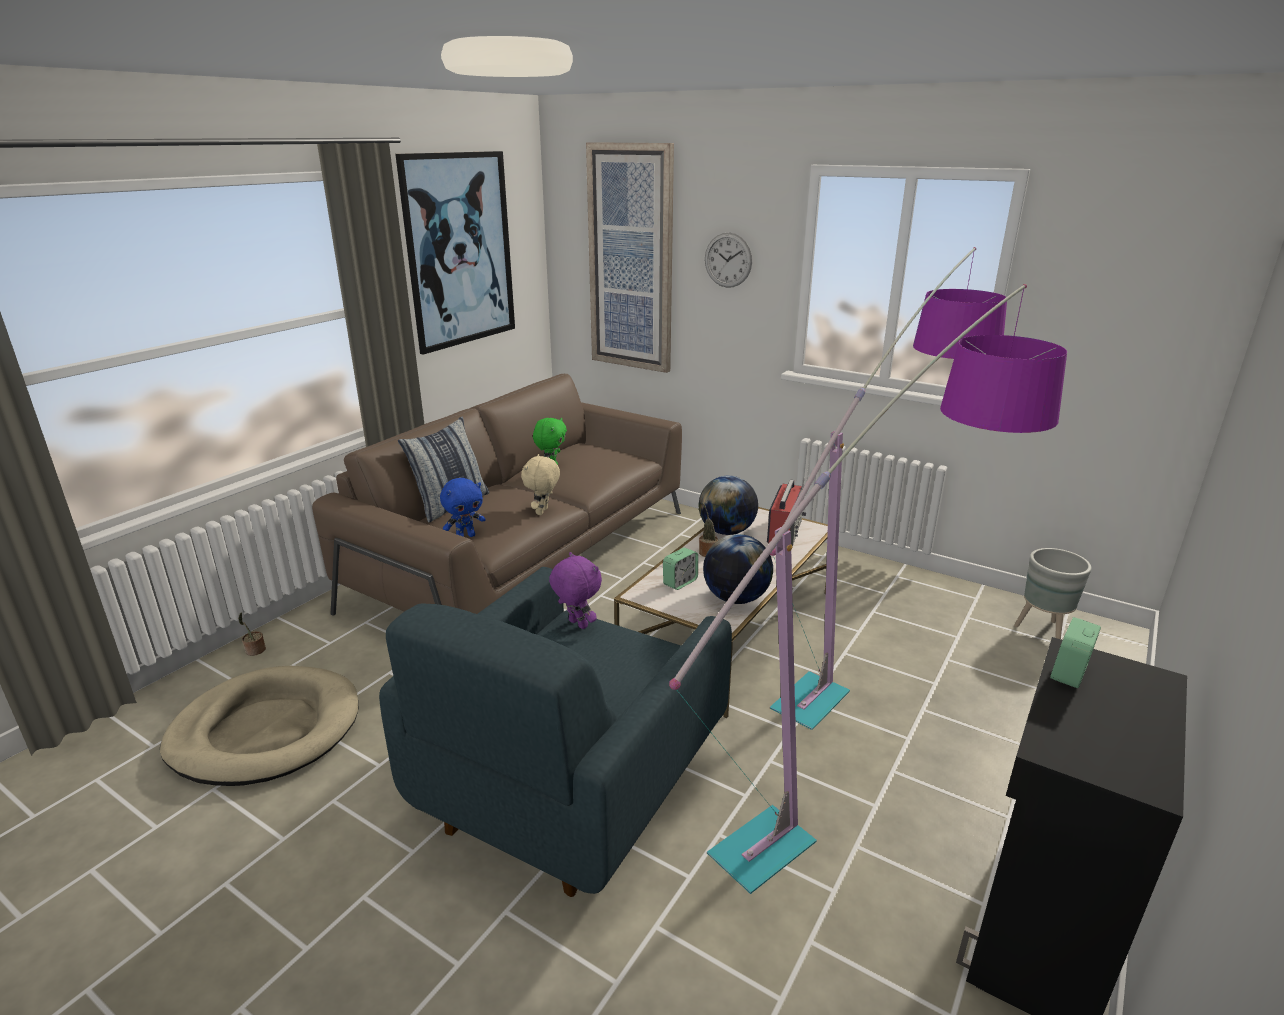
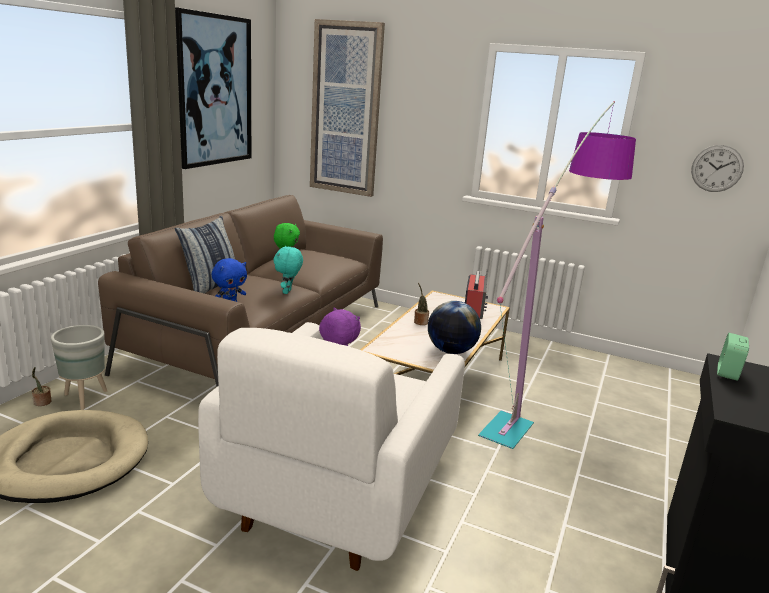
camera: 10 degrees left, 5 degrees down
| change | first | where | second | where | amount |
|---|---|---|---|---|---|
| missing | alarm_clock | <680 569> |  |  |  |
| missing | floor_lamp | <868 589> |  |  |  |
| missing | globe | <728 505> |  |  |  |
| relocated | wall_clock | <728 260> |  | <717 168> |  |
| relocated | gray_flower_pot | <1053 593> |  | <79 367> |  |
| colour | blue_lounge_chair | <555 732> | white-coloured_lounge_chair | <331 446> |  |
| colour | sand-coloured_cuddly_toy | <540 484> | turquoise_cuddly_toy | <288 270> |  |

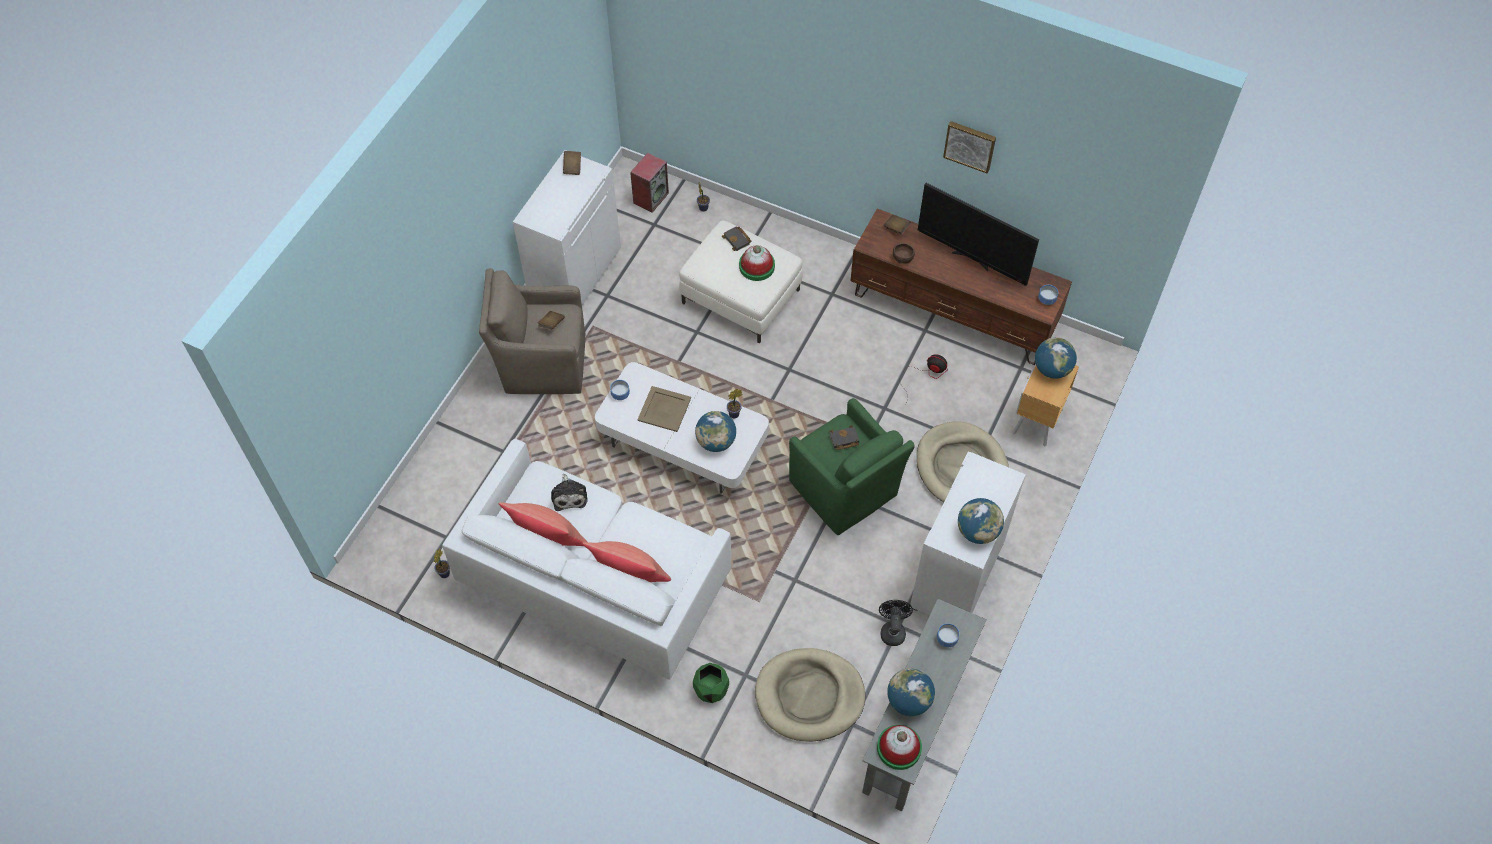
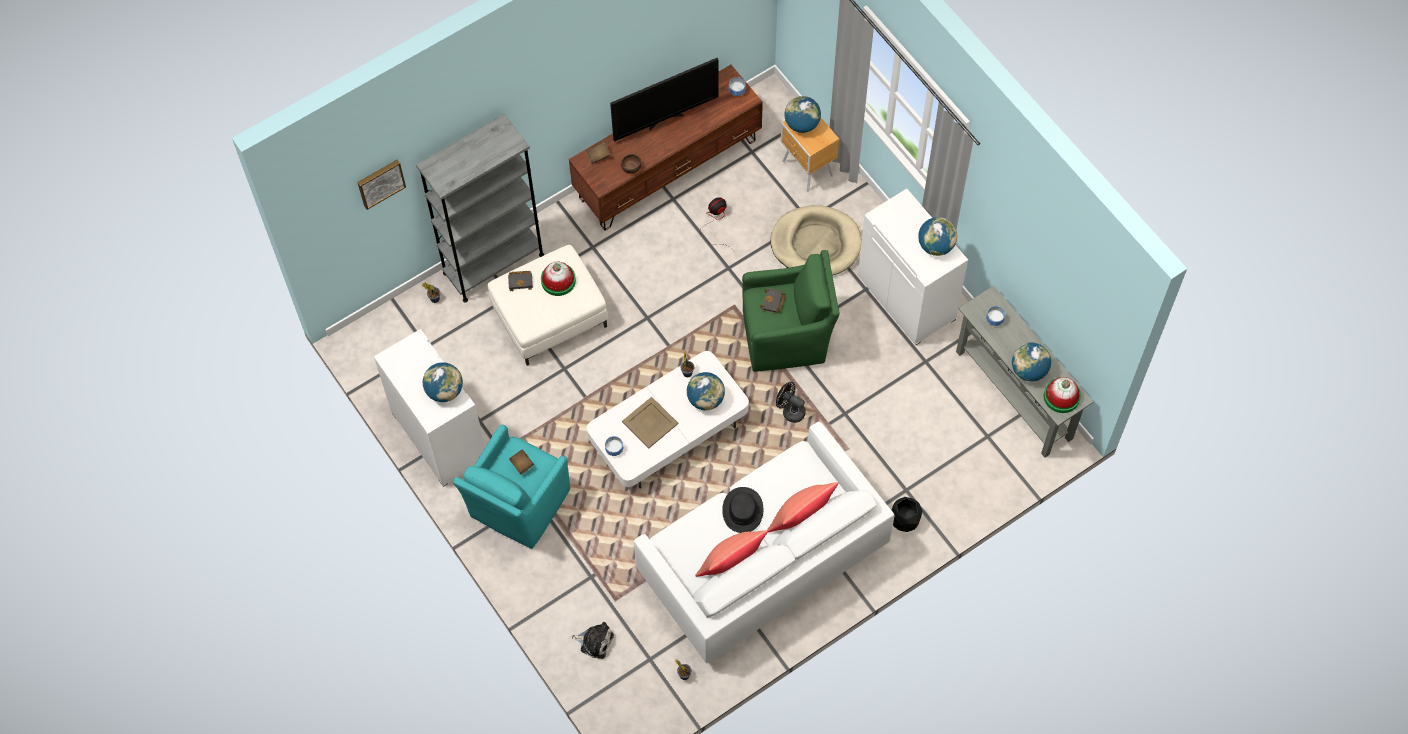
camera: 60 degrees left, 5 degrees up
| change | first | where | second | where | amount |
|---|---|---|---|---|---|
| missing | brown_volume | <572 163> |  |  |  |
| missing | loudspeaker | <649 182> |  |  |  |
| missing | sand-coloured_pet_bed | <810 695> |  |  |  |
| appeared |  |  | gray_bookcase | <480 208> |  |
| appeared |  |  | globe | <443 382> |  |
| appeared |  |  | black_clothing_hat | <742 510> |  |
| relocated | cuddly_toy | <569 492> |  | <593 640> |  |
| relocated | black_electric_fan | <896 623> |  | <791 402> |  |
| relocated | wall_art | <969 147> |  | <381 185> |  |
| colour | brown_lounge_chair | <532 331> | turquoise_lounge_chair | <511 487> |  |
| colour | greenish_flower_pot | <711 683> | black_flower_pot | <907 514> |  |

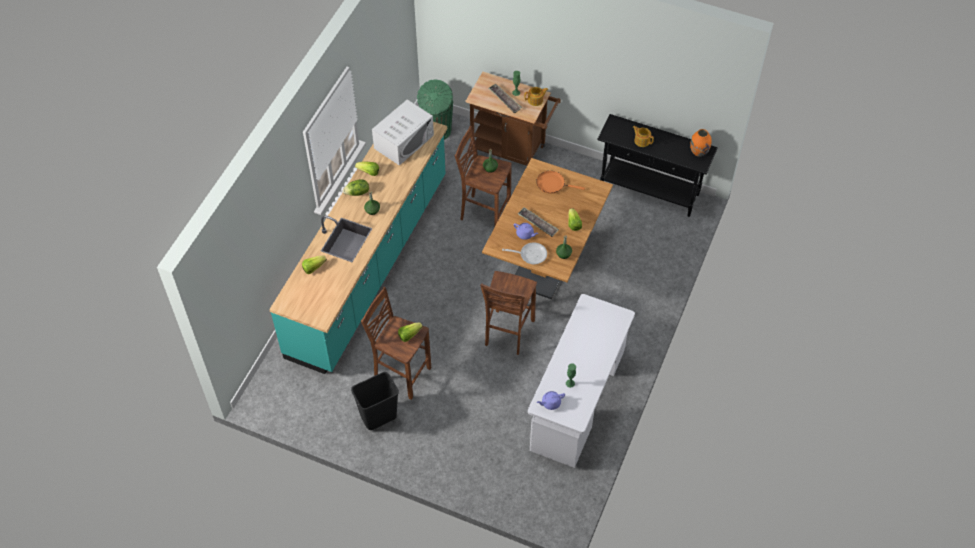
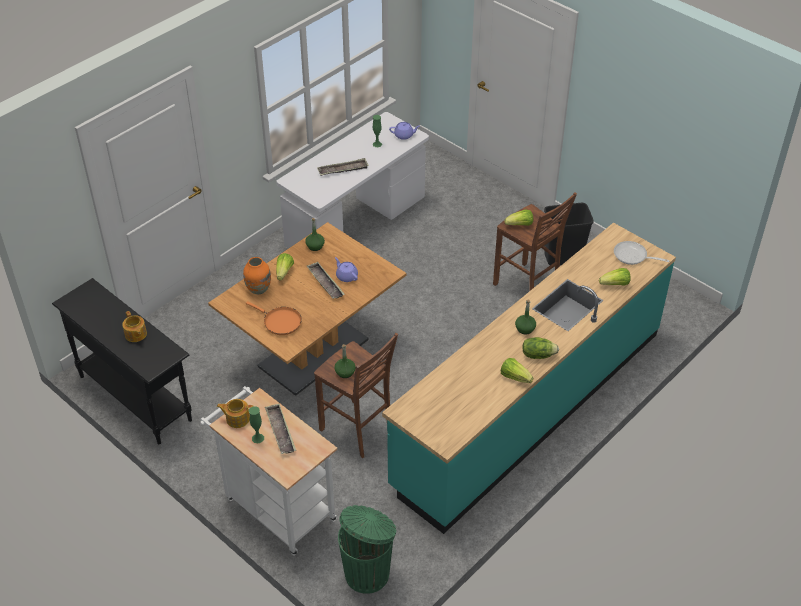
camera: 160 degrees left, 10 degrees down
| change | first | where | second | where | amount |
|---|---|---|---|---|---|
| missing | white-coloured_kitchen_microwave | <403 132> |  |  |  |
| missing | brown_sitting_stool | <508 313> |  |  |  |
| appeared |  |  | carrying_tray | <343 167> |  |
| relocated | skillet | <524 253> |  | <642 253> |  |
| relocated | orange-coloured_decorative_vase | <701 143> |  | <257 275> |  |
| colour | brown_trolley | <513 119> | white-coloured_trolley | <269 471> |  |

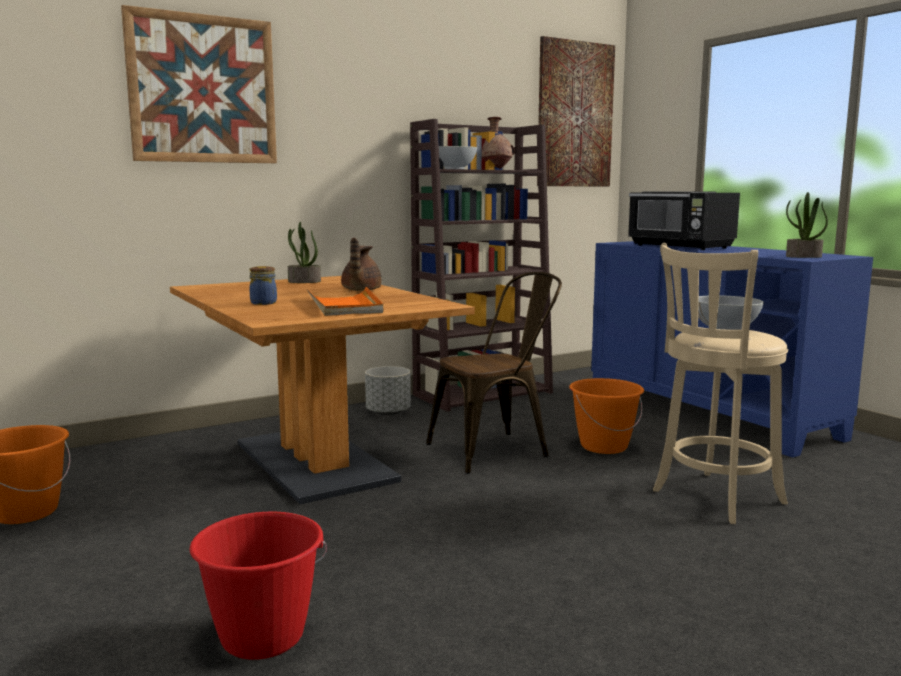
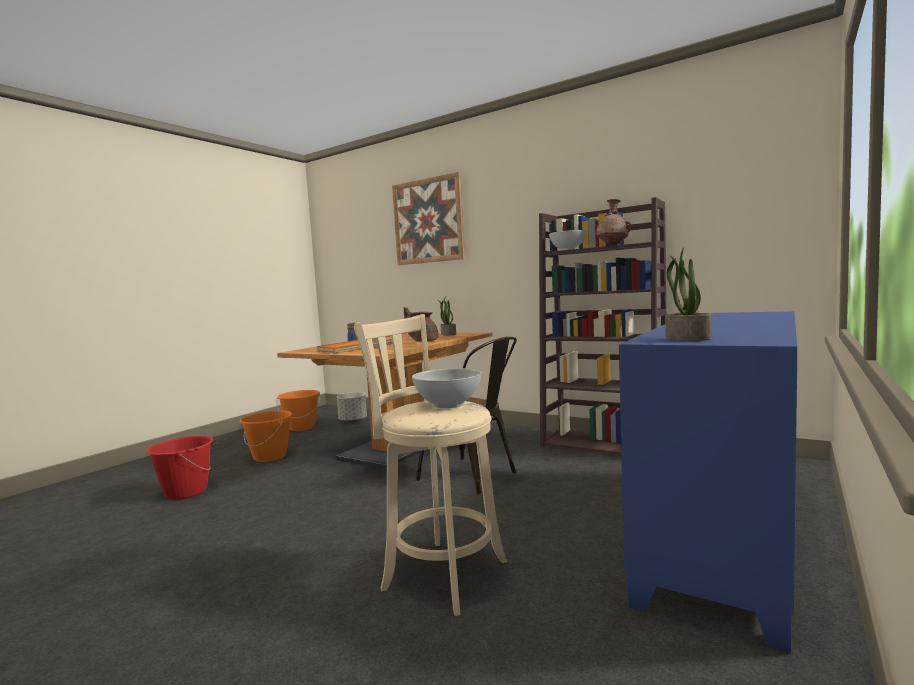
camera: 65 degrees right, 5 degrees down
| change | first | where | second | where | amount |
|---|---|---|---|---|---|
| missing | wall_art | <576 111> |  |  |  |
| missing | black_kitchen_microwave | <684 220> |  |  |  |
| relocated | gray_flower_pot | <388 390> |  | <352 407> |  |
| relocated | orange-coloured_bucket | <606 416> |  | <265 436> |  |

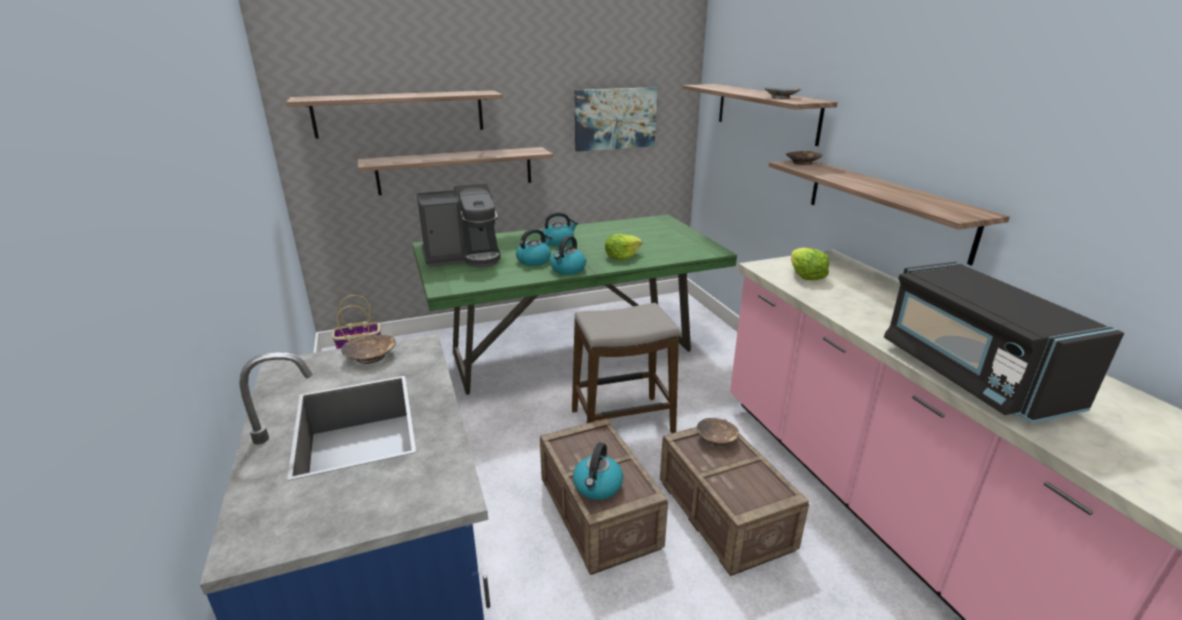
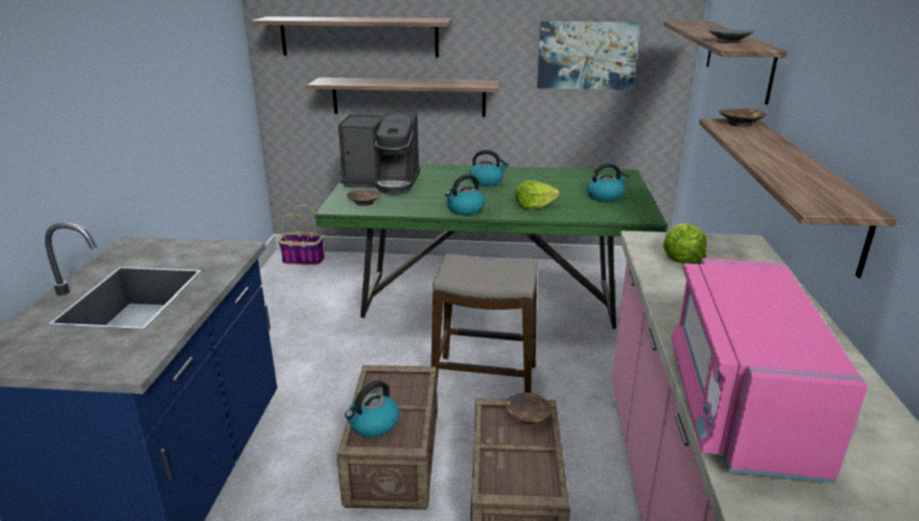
camera: 25 degrees right, 0 degrees up
| change | first | where | second | where | amount |
|---|---|---|---|---|---|
| relocated | brown_deep_dish | <368 349> |  | <364 198> |  |
| relocated | tea_kettle | <534 247> |  | <607 182> |  |
| colour | black_kitchen_microwave | <1004 342> | pinkish_kitchen_microwave | <769 370> |  |

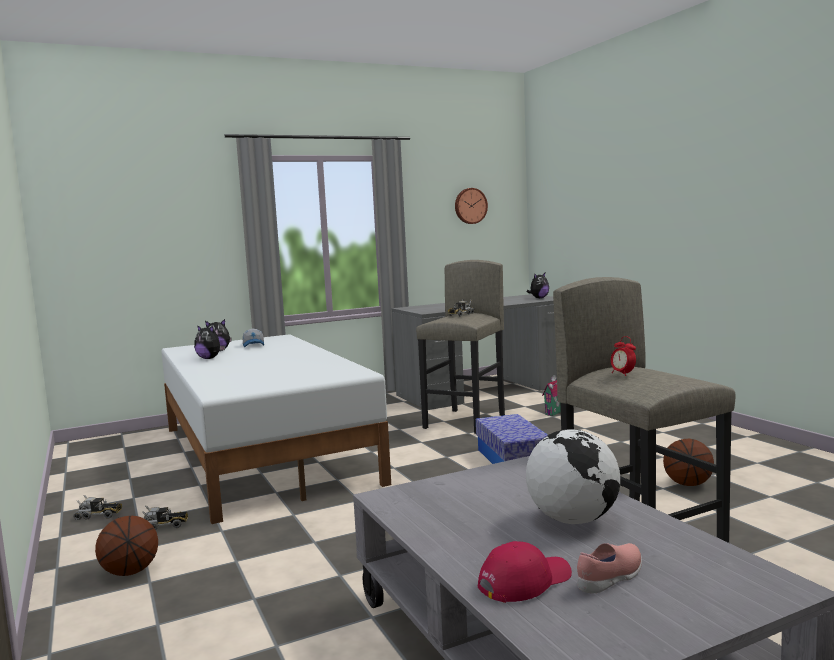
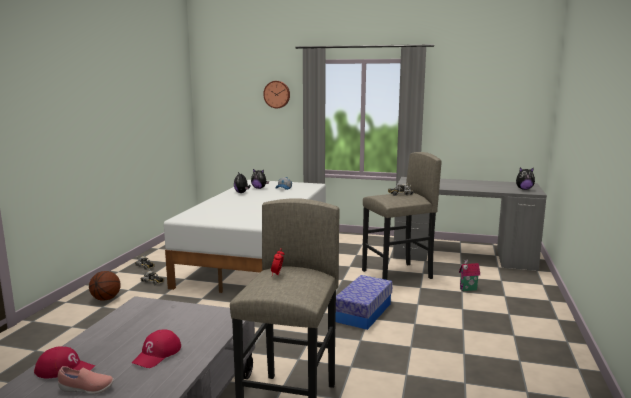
camera: 40 degrees right, 5 degrees up
| change | first | where | second | where | amount |
|---|---|---|---|---|---|
| missing | basketball_ball | <688 462> |  |  |  |
| relocated | wall_clock | <471 206> |  | <276 94> |  |
| exchanged | globe | <573 476> | red-coloured_baseball_cap | <156 348> |  |

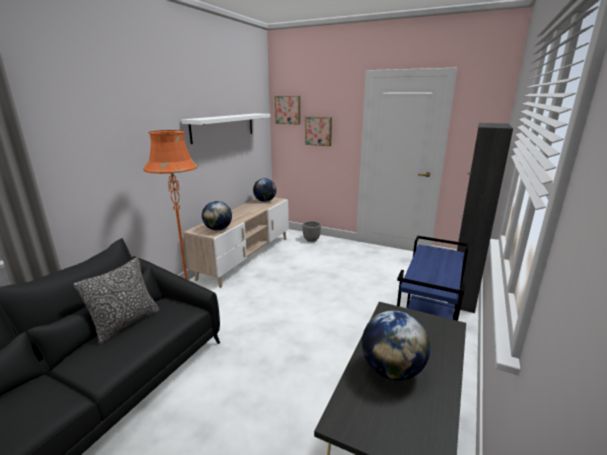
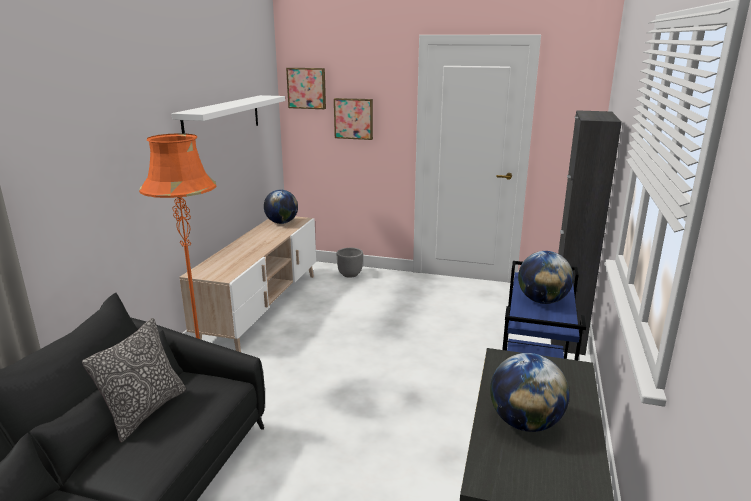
camera: 10 degrees left, 0 degrees up
| change | first | where | second | where | amount |
|---|---|---|---|---|---|
| relocated | globe | <217 216> |  | <545 277> |  |

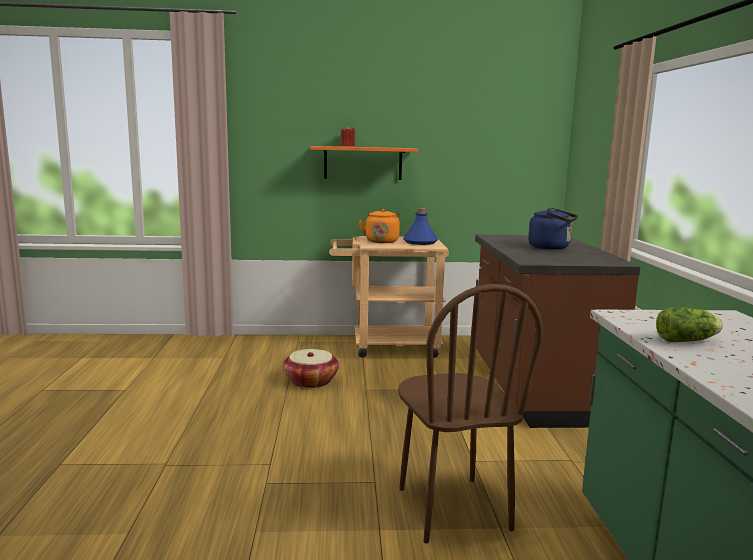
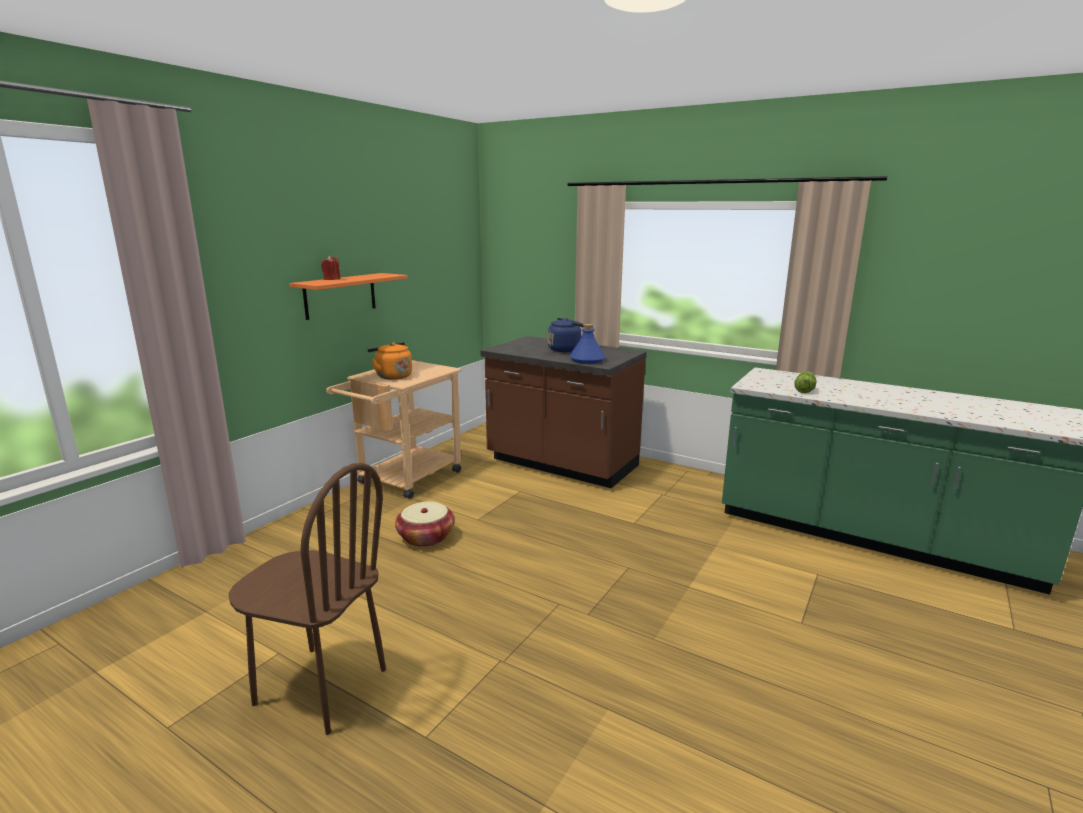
camera: 55 degrees left, 5 degrees up
| change | first | where | second | where | amount |
|---|---|---|---|---|---|
| relocated | brown_upright_chair | <470 414> |  | <307 599> |  |
| relocated | blue_beverage_bottle | <420 226> |  | <587 344> |  |

